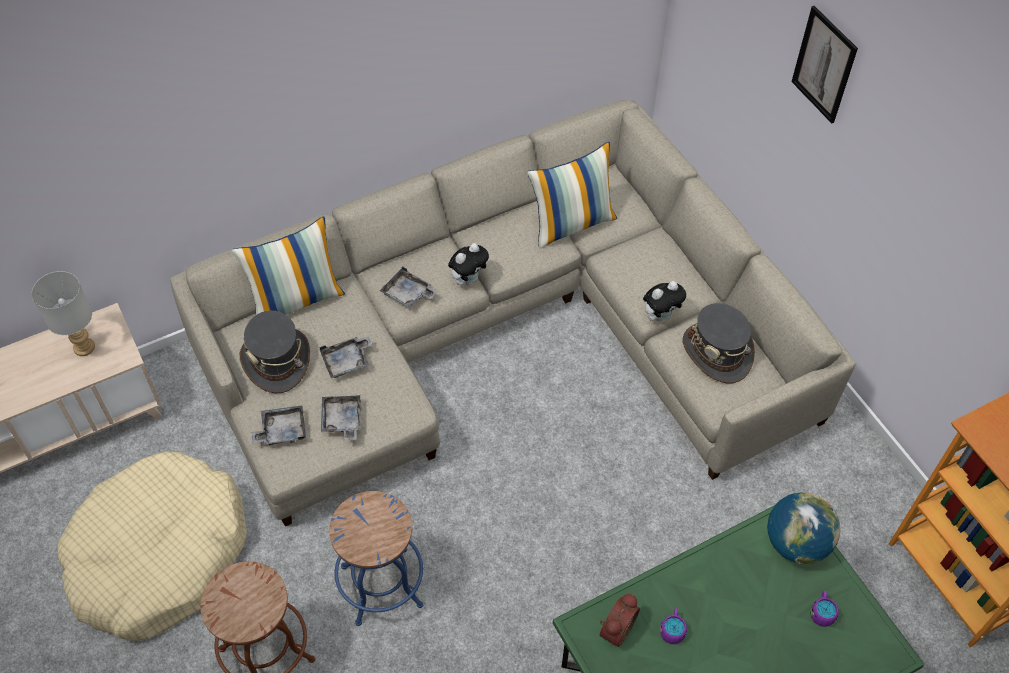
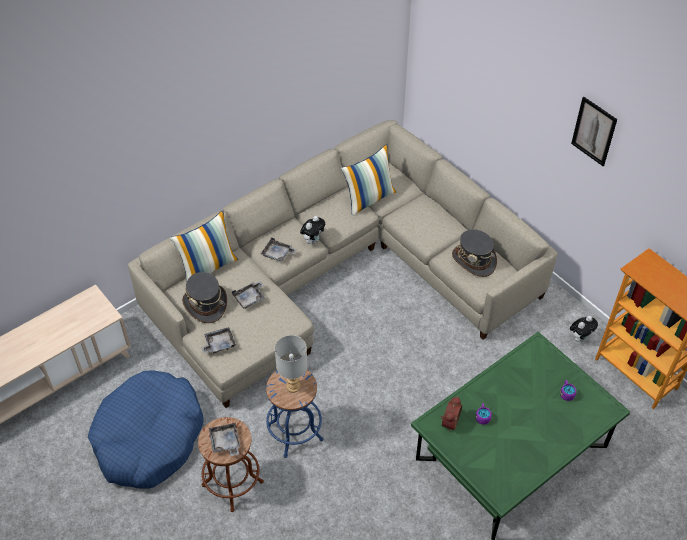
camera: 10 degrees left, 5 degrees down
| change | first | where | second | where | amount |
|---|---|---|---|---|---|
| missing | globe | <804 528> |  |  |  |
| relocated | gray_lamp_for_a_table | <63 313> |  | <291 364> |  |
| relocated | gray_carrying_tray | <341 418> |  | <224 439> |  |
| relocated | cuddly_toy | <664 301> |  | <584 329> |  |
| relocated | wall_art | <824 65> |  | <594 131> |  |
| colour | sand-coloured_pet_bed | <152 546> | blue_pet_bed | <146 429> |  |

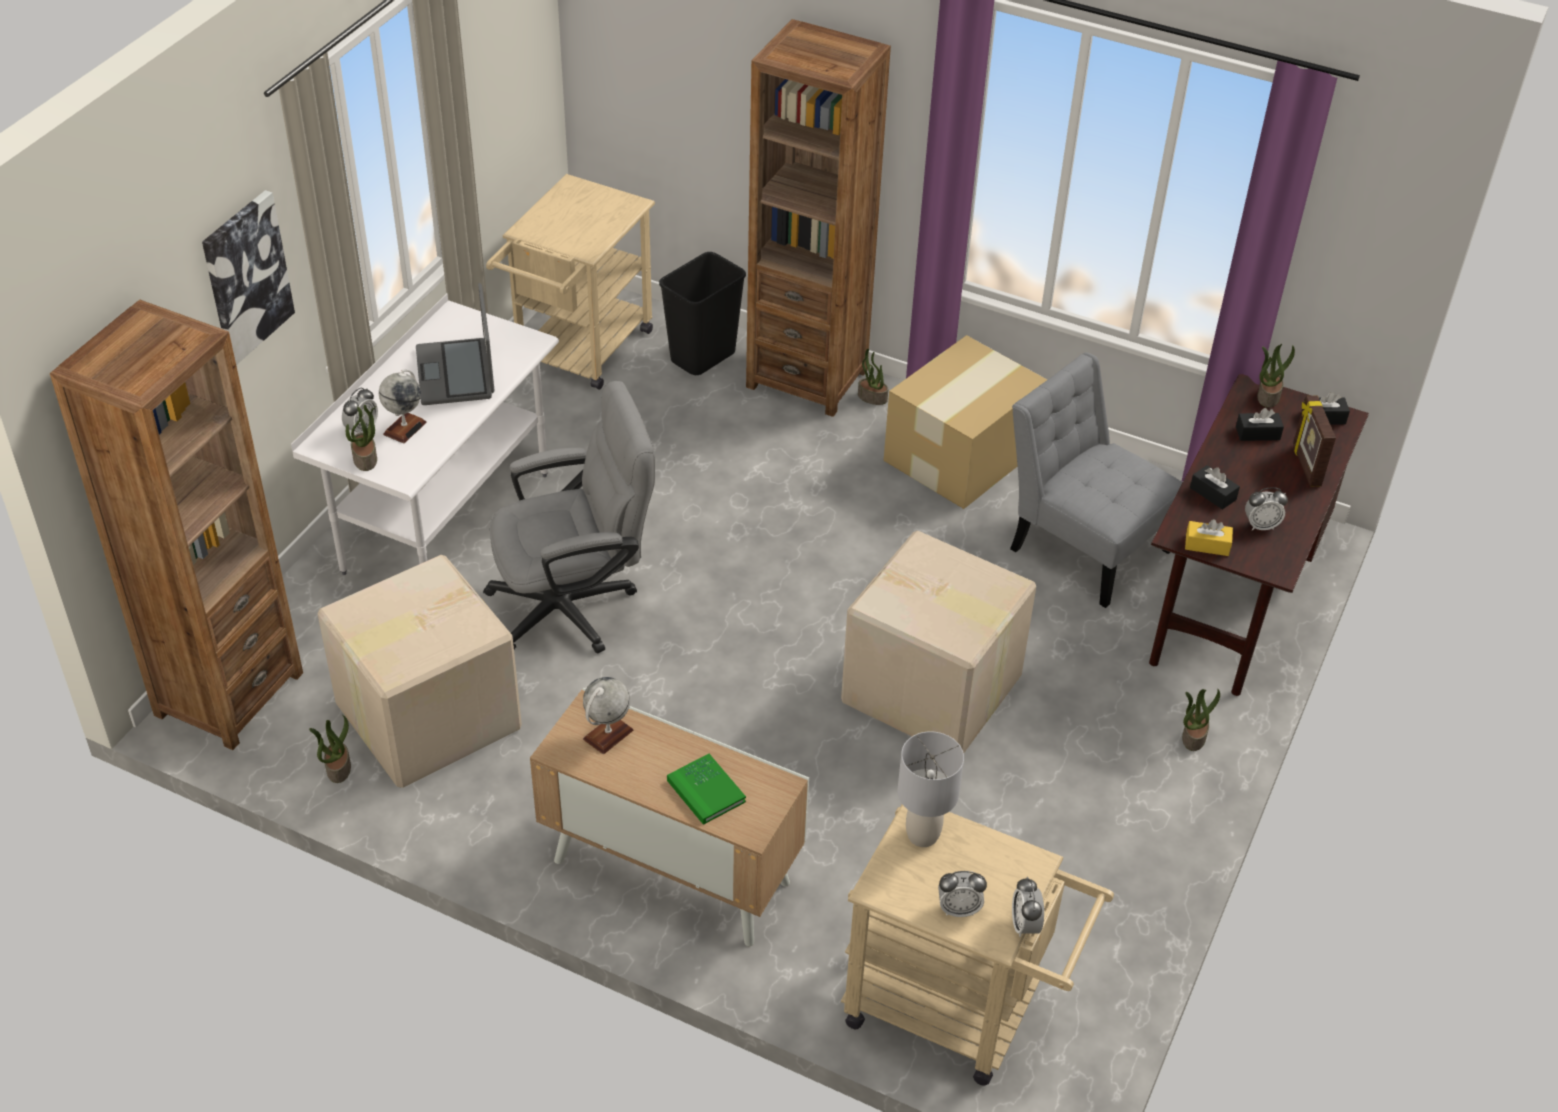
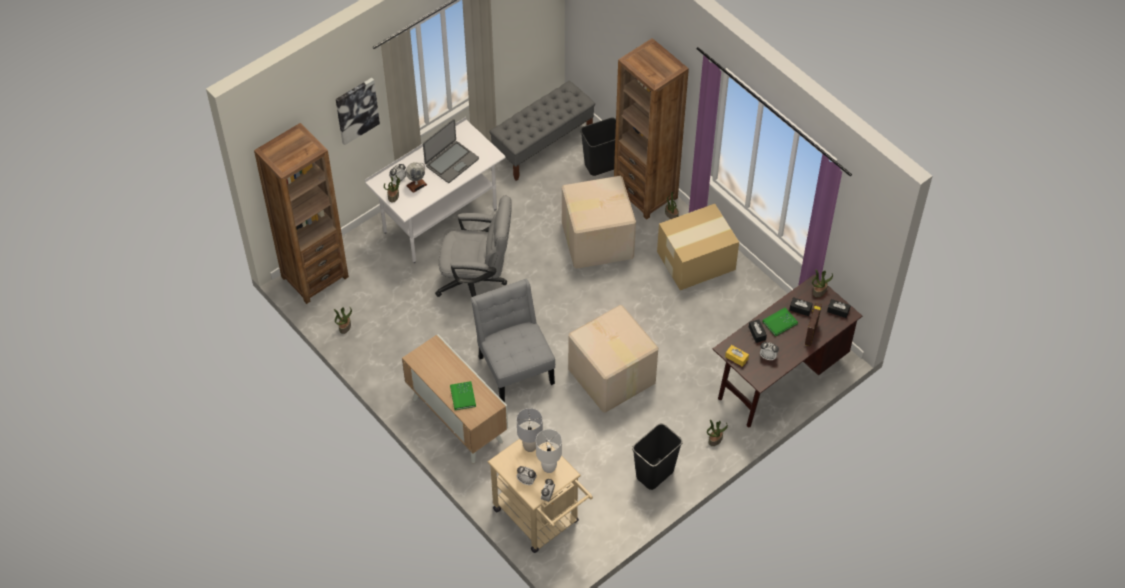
camera: 25 degrees right, 10 degrees up
| change | first | where | second | where | amount |
|---|---|---|---|---|---|
| missing | globe | <608 715> |  |  |  |
| appeared |  |  | white-coloured_lamp_for_a_table | <549 451> |  |
| appeared |  |  | black_trash_can | <657 456> |  |
| appeared |  |  | greenish_volume | <780 322> |  |
| relocated | packing_box | <419 671> |  | <599 222> |  |
| relocated | gray_upright_chair | <1096 480> |  | <513 340> |  |
| exchanged | sand-coloured_trolley | <570 282> | gray_indoor_bench | <542 131> |  |
| spun | notebook_computer | <455 344> |  | <451 151> | 150 degrees counterclockwise |

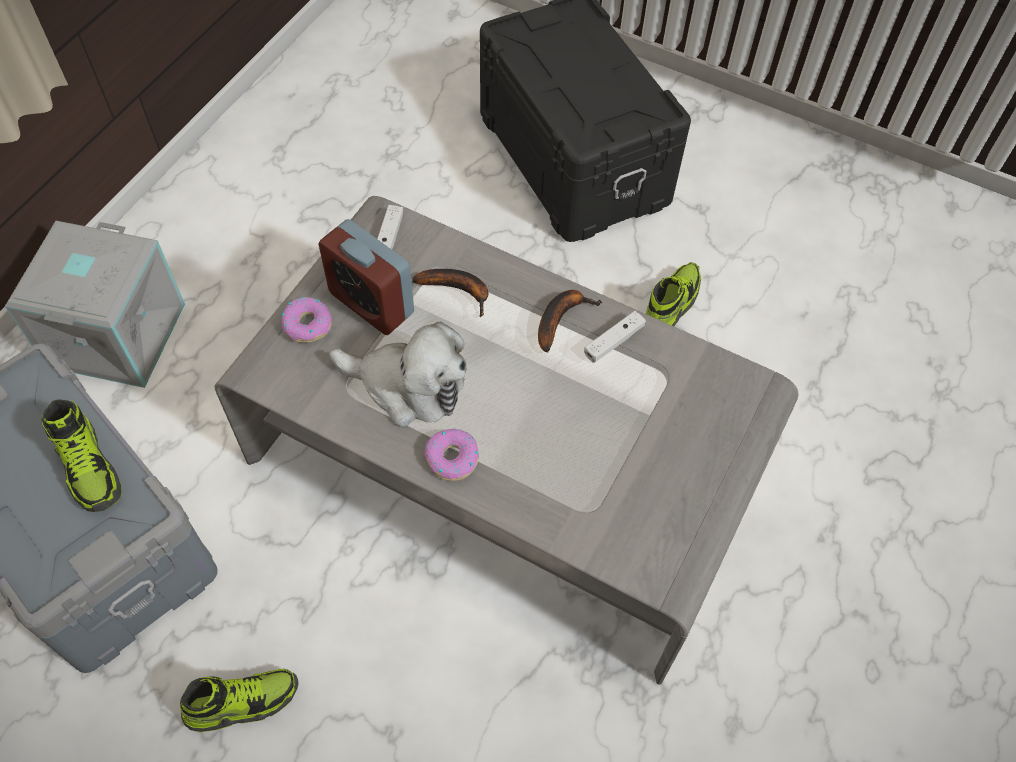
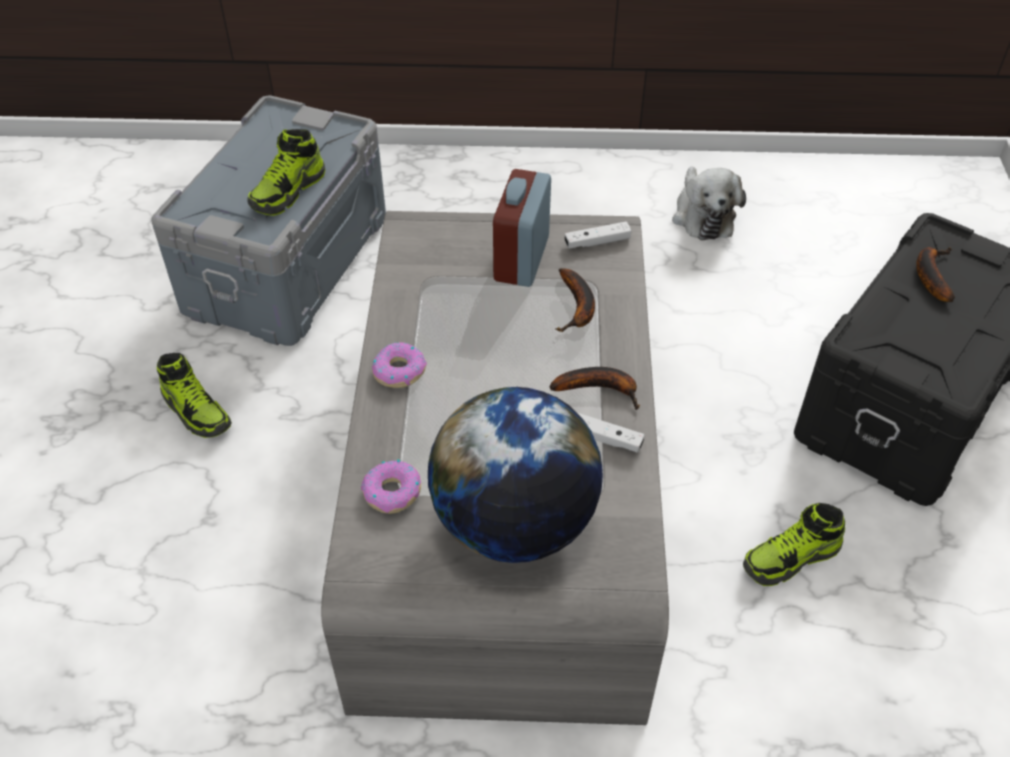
camera: 65 degrees right, 10 degrees down
| change | first | where | second | where | amount |
|---|---|---|---|---|---|
| missing | gray_storage_bin | <95 304> |  |  |  |
| appeared |  |  | globe | <515 475> |  |
| appeared |  |  | banana_fruit | <935 274> |  |
| relocated | ring_doughnut | <307 320> |  | <391 487> |  |
| relocated | cuddly_toy | <397 374> |  | <709 203> |  |
| spun | low_shoe | <673 294> |  | <794 544> | 150 degrees clockwise |

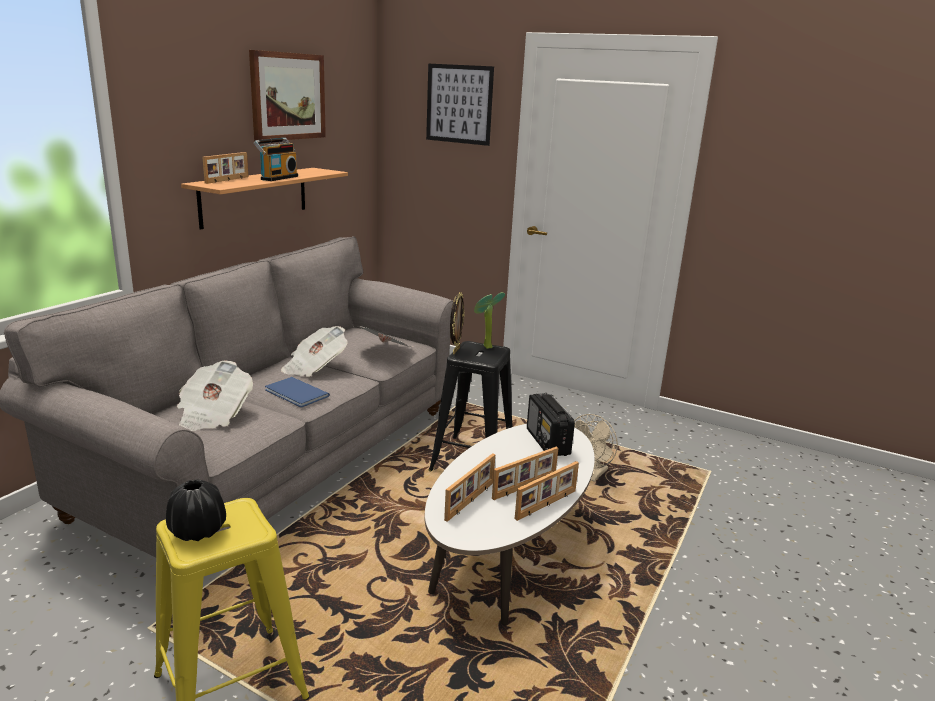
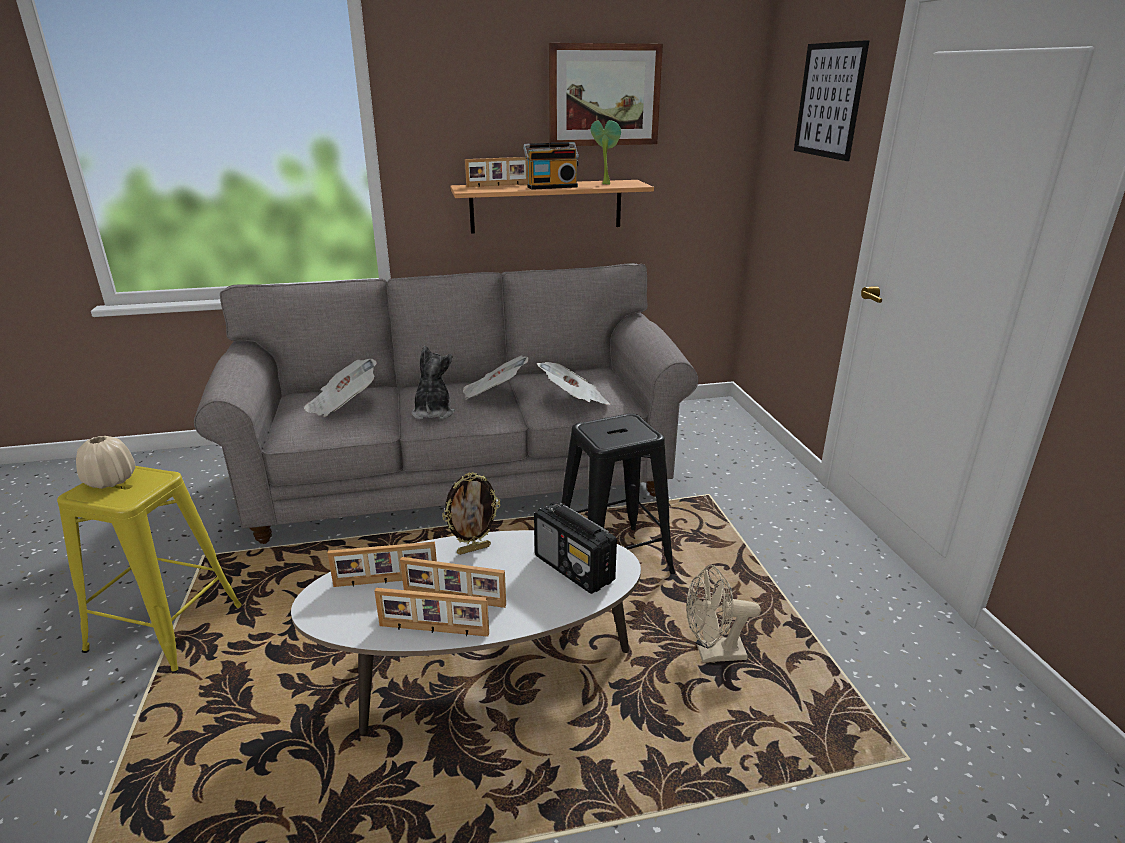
camera: 50 degrees right, 5 degrees up
| change | first | where | second | where | amount |
|---|---|---|---|---|---|
| relocated | picture_frame | <457 323> |  | <471 513> |  |
| relocated | plant_in_a_pot | <489 321> |  | <606 152> |  |
| exchanged | blue_volume | <297 392> | cuddly_toy | <433 382> |  |
| colour | black_decorative_vase | <196 510> | sand-coloured_decorative_vase | <105 462> |  |
| spun | radio_receiver | <551 424> |  | <575 548> | 75 degrees counterclockwise |

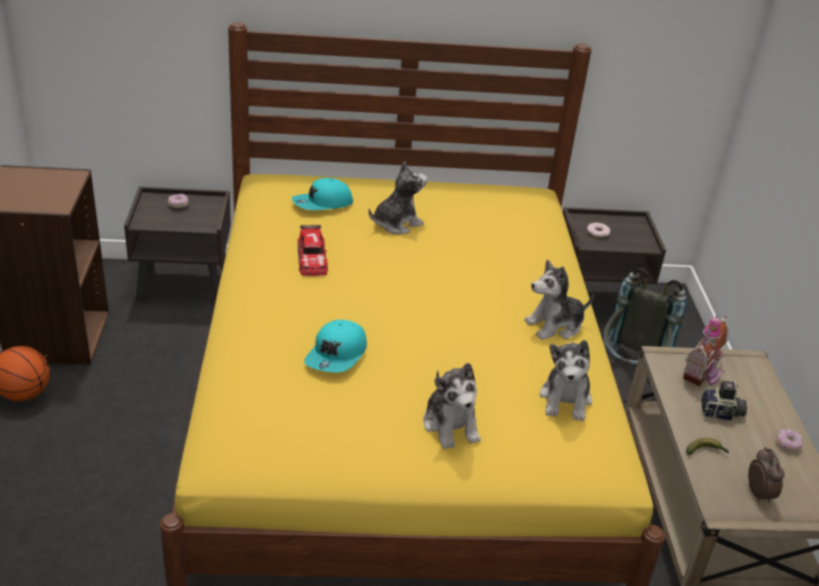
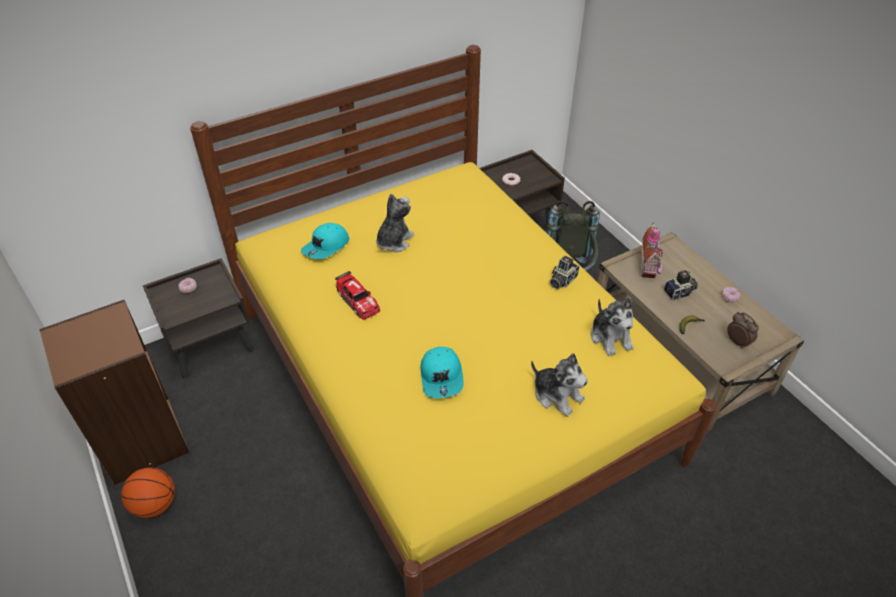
camera: 25 degrees left, 10 degrees up
| change | first | where | second | where | amount |
|---|---|---|---|---|---|
| exchanged | cuddly_toy | <559 300> | still_camera | <564 272> |  |

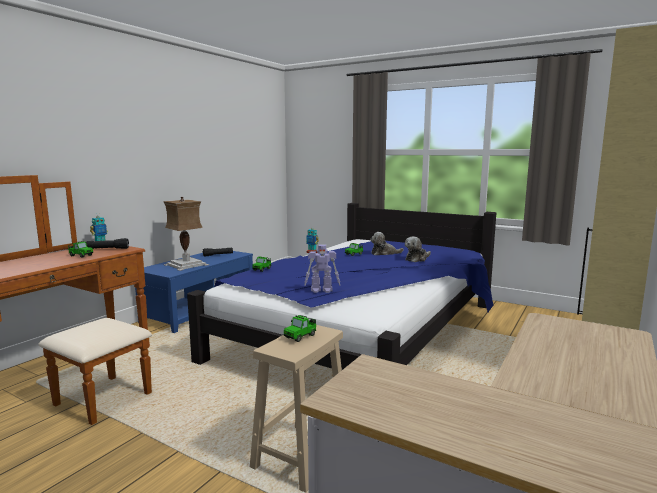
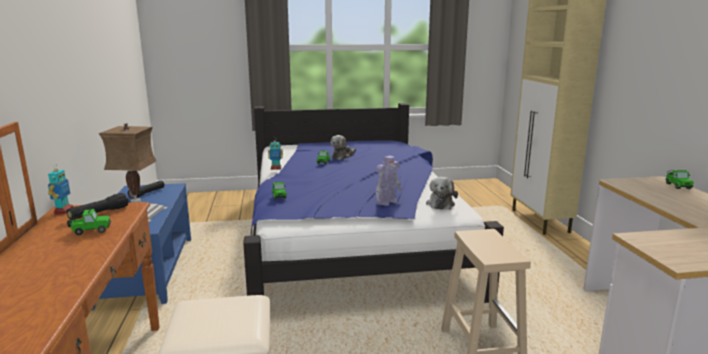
camera: 40 degrees left, 5 degrees up
| change | first | where | second | where | amount |
|---|---|---|---|---|---|
| relocated | model_car | <299 328> |  | <679 179> |  |
| relocated | cuddly_toy | <418 249> |  | <442 193> |  |

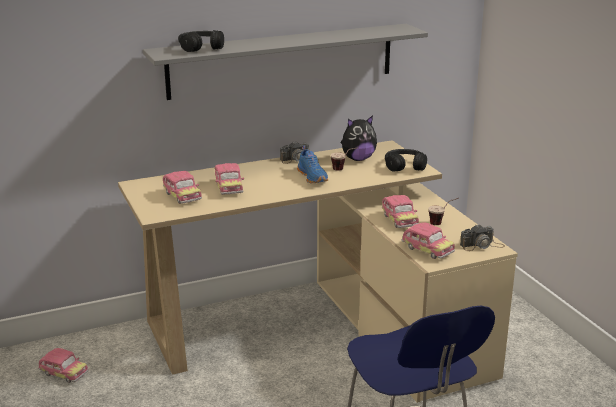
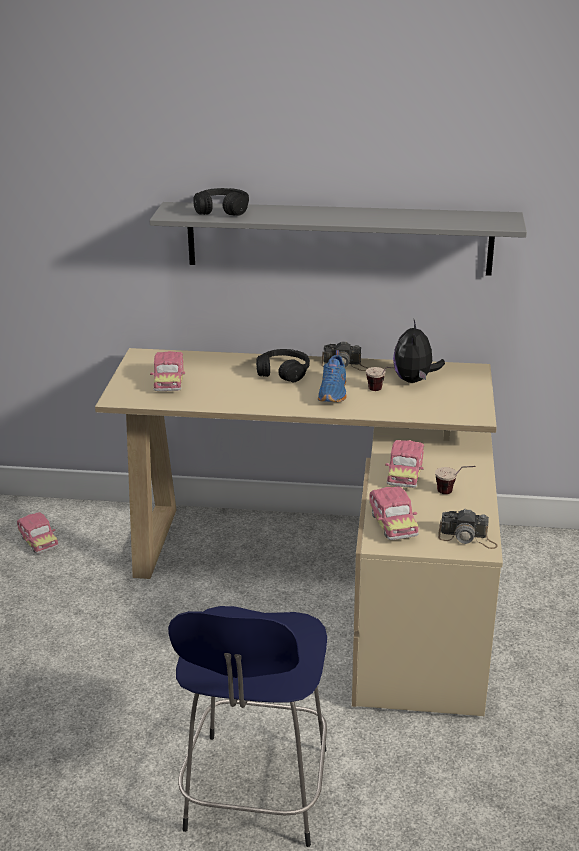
camera: 30 degrees right, 5 degrees up
| change | first | where | second | where | amount |
|---|---|---|---|---|---|
| missing | model_car | <229 179> |  |  |  |
| relocated | black_headphones | <406 160> |  | <283 365> |  |
| spun | cuddly_toy | <359 138> |  | <419 351> | 90 degrees clockwise |

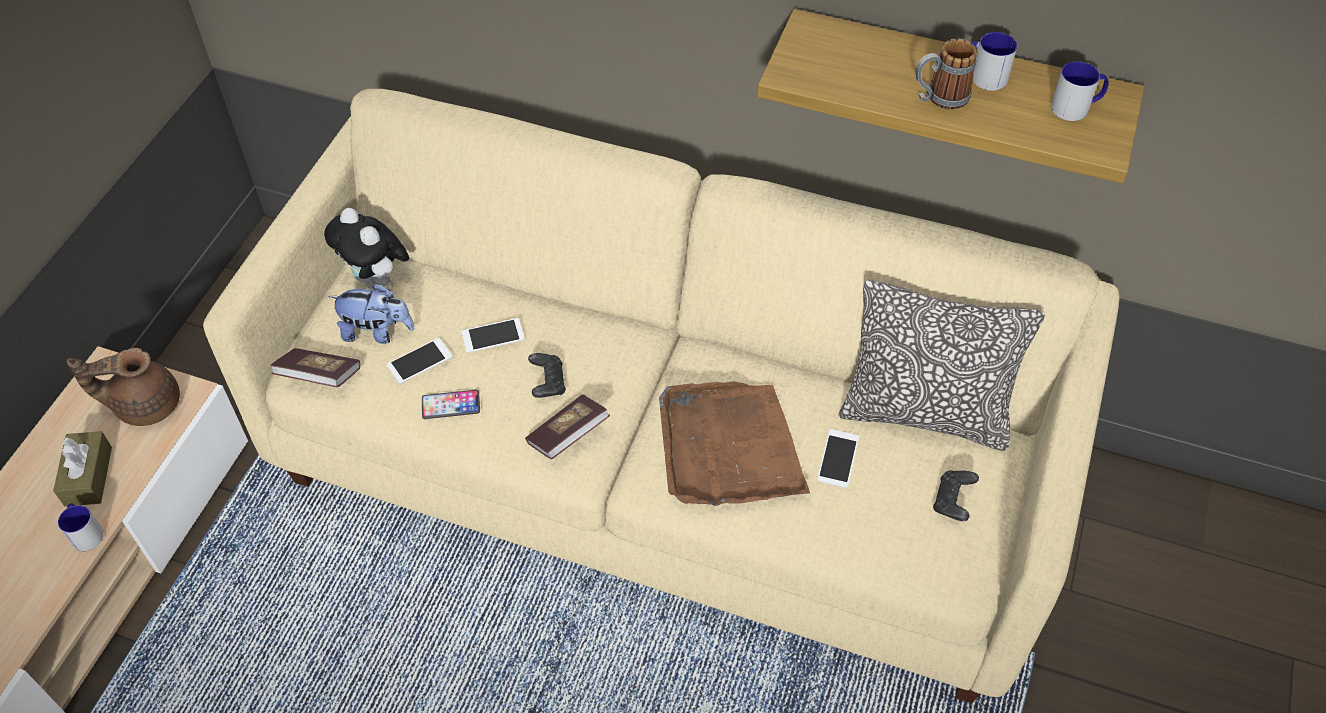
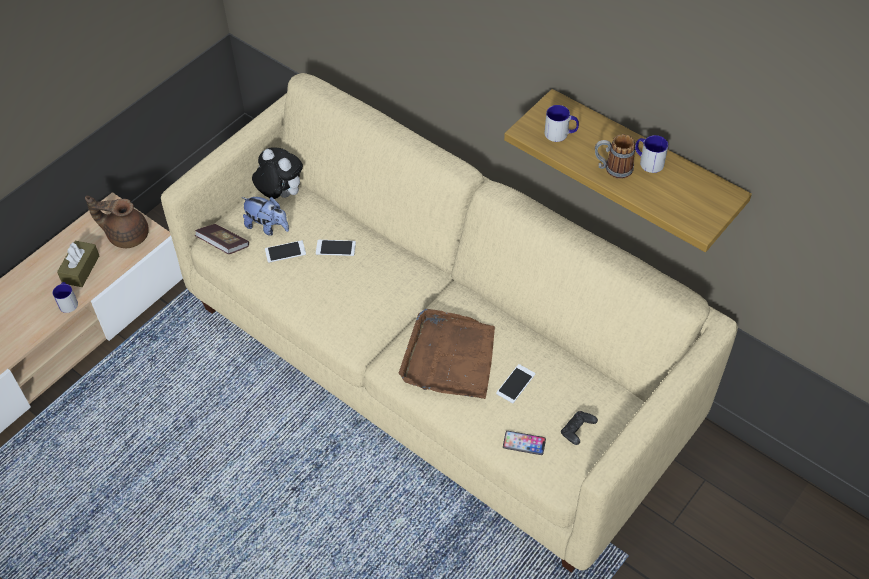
camera: 20 degrees right, 0 degrees up
| change | first | where | second | where | amount |
|---|---|---|---|---|---|
| missing | volume | <567 427> |  |  |  |
| missing | black_game_controller | <547 375> |  |  |  |
| missing | cushion | <942 365> |  |  |  |
| relocated | phone | <451 404> |  | <524 443> |  |
| relocated | tea_mug | <1080 91> |  | <561 123> |  |
| spun | cuddly_toy | <366 248> |  | <277 173> | 150 degrees clockwise |

